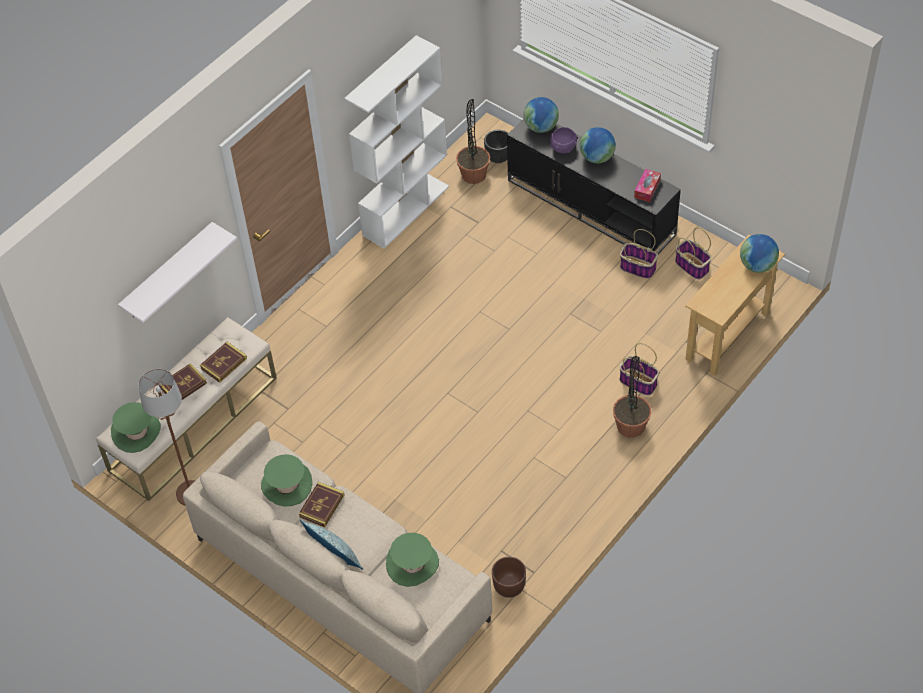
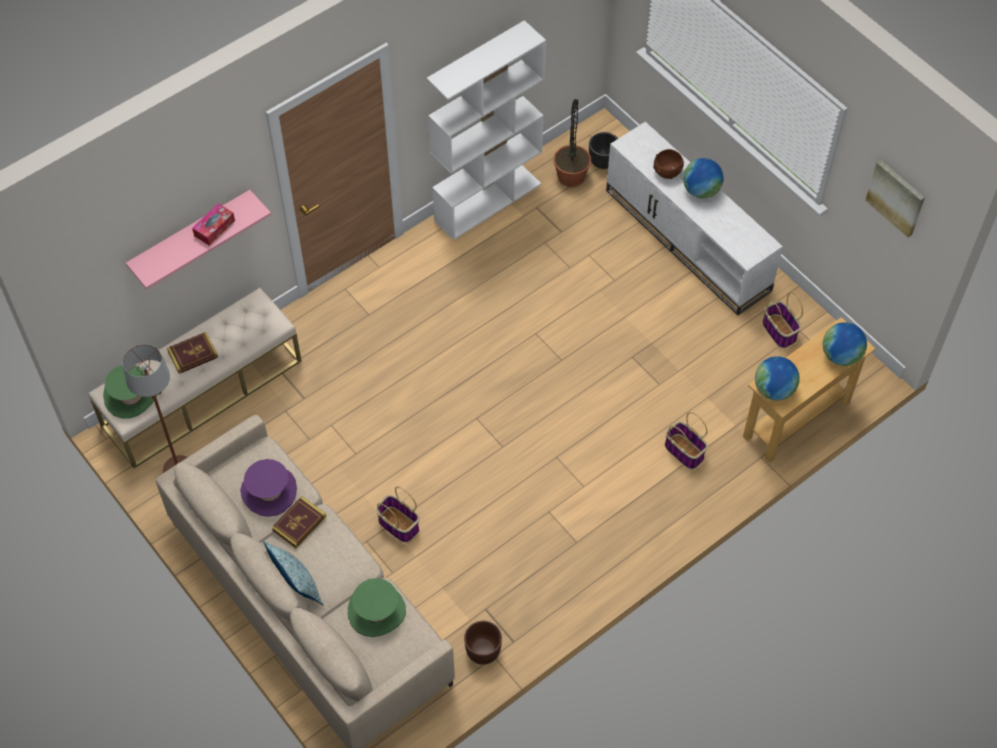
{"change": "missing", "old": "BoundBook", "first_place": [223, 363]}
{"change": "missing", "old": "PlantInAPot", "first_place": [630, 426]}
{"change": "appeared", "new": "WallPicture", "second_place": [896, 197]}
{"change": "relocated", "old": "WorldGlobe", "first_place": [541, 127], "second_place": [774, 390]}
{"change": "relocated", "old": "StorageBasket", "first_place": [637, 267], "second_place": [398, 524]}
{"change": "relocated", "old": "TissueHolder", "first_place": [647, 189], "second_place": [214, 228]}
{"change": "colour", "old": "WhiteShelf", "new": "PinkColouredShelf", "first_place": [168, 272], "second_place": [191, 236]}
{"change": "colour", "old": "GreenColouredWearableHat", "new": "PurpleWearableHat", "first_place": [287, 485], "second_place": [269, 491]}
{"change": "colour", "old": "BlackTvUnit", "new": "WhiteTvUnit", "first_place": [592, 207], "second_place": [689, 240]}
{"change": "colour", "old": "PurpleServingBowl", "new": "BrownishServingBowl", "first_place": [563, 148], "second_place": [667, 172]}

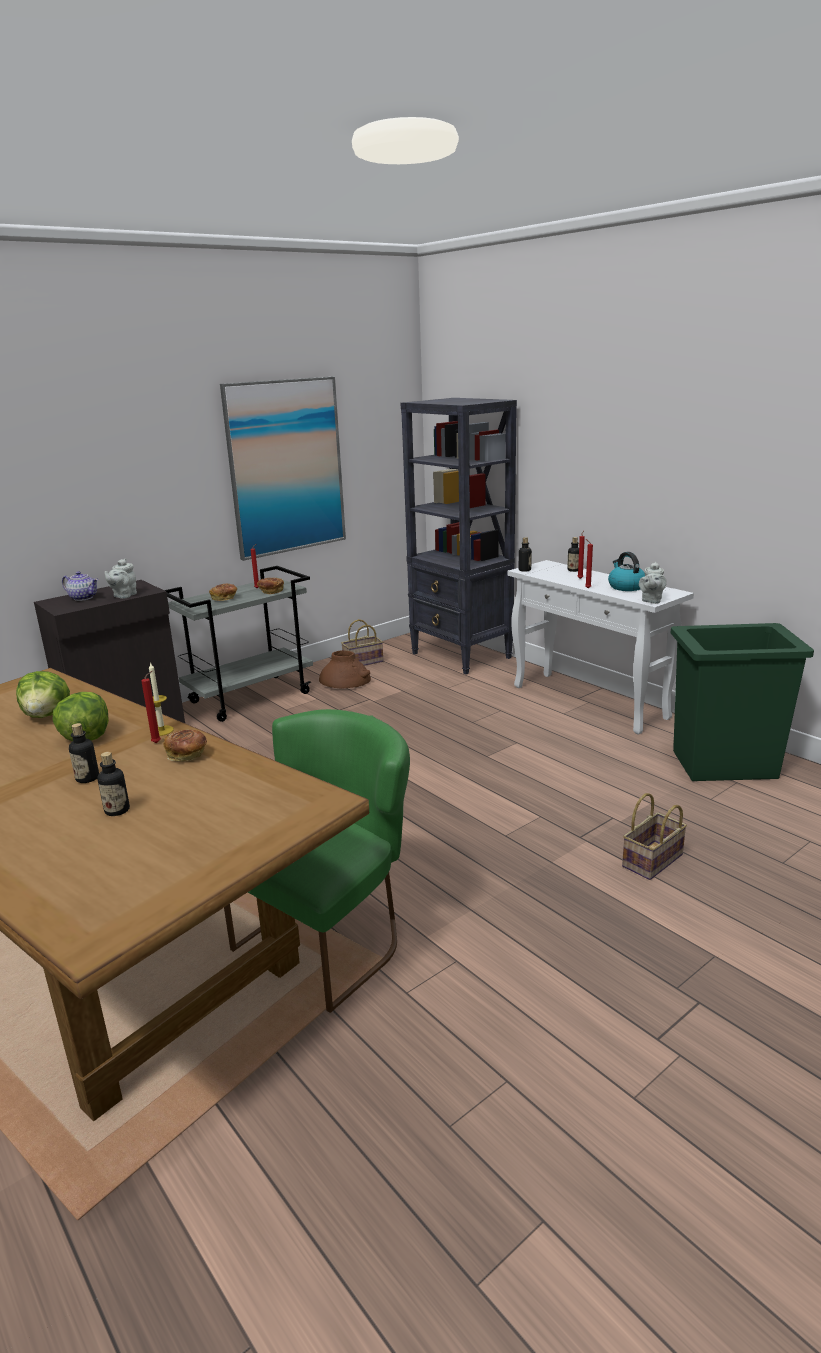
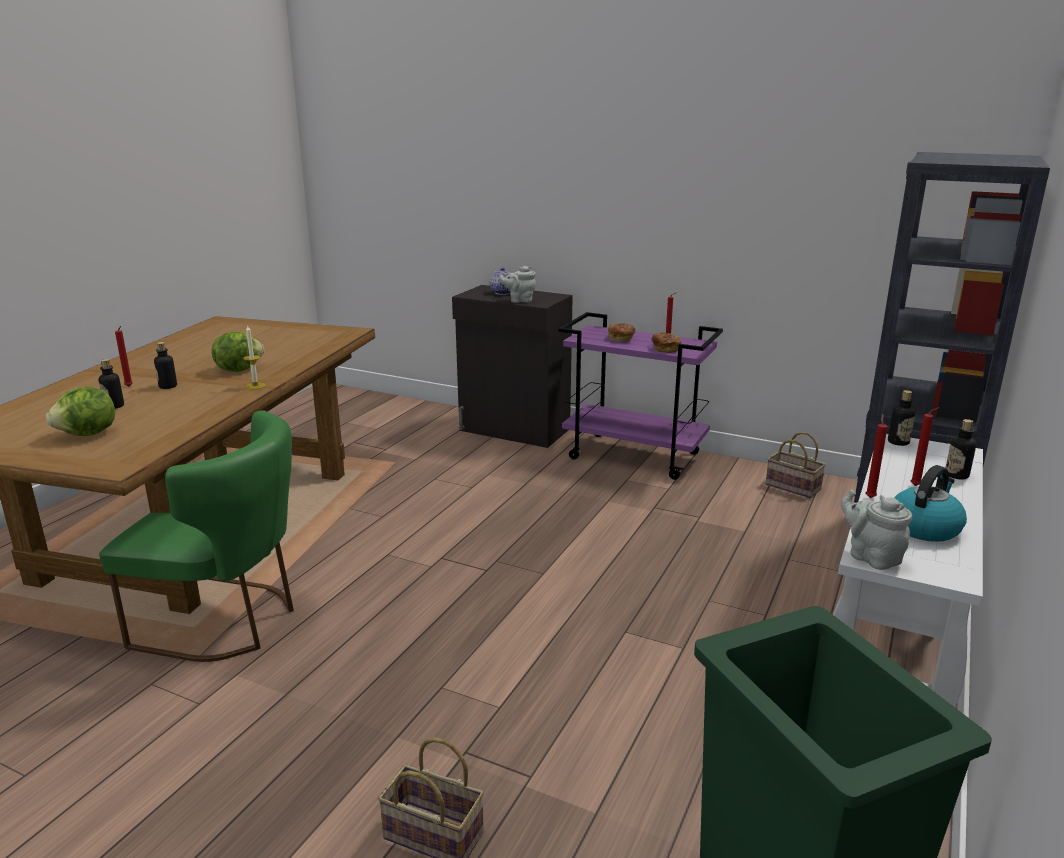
{"change": "missing", "old": "Bread", "first_place": [187, 755]}
{"change": "missing", "old": "WallPicture", "first_place": [286, 467]}
{"change": "missing", "old": "BrownishFlowerVase", "first_place": [345, 680]}
{"change": "relocated", "old": "HeadOfLettuce", "first_place": [47, 715], "second_place": [88, 434]}
{"change": "relocated", "old": "RedColouredCandle", "first_place": [158, 742], "second_place": [129, 386]}
{"change": "colour", "old": "GreyishWheeledCart", "new": "PurpleWheeledCart", "first_place": [251, 697], "second_place": [635, 456]}
{"change": "spun", "old": "GreyishTeapot", "first_place": [651, 600], "second_place": [871, 557], "degrees": 60}

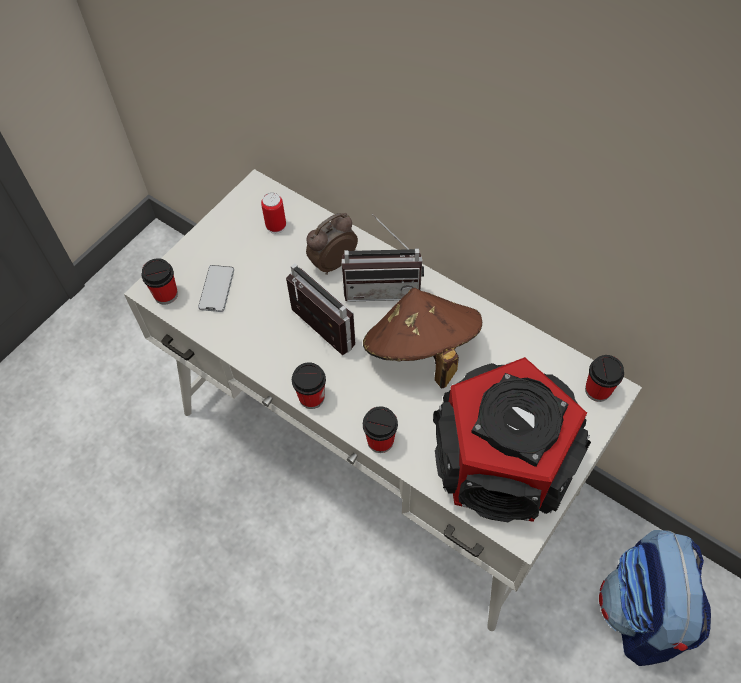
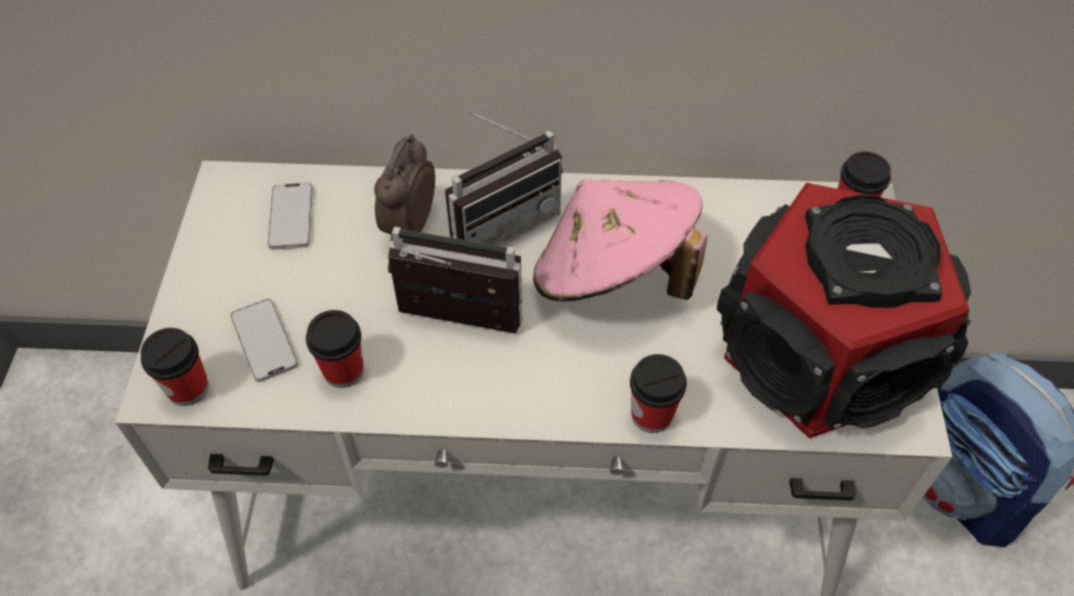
{"change": "relocated", "old": "DrinkingCup", "first_place": [311, 397], "second_place": [343, 370]}
{"change": "exchanged", "old": "SealedCan", "new": "Handset", "first_place": [276, 226], "second_place": [291, 217]}
{"change": "colour", "old": "BrownishWearableHat", "new": "PinkColouredWearableHat", "first_place": [421, 352], "second_place": [612, 276]}

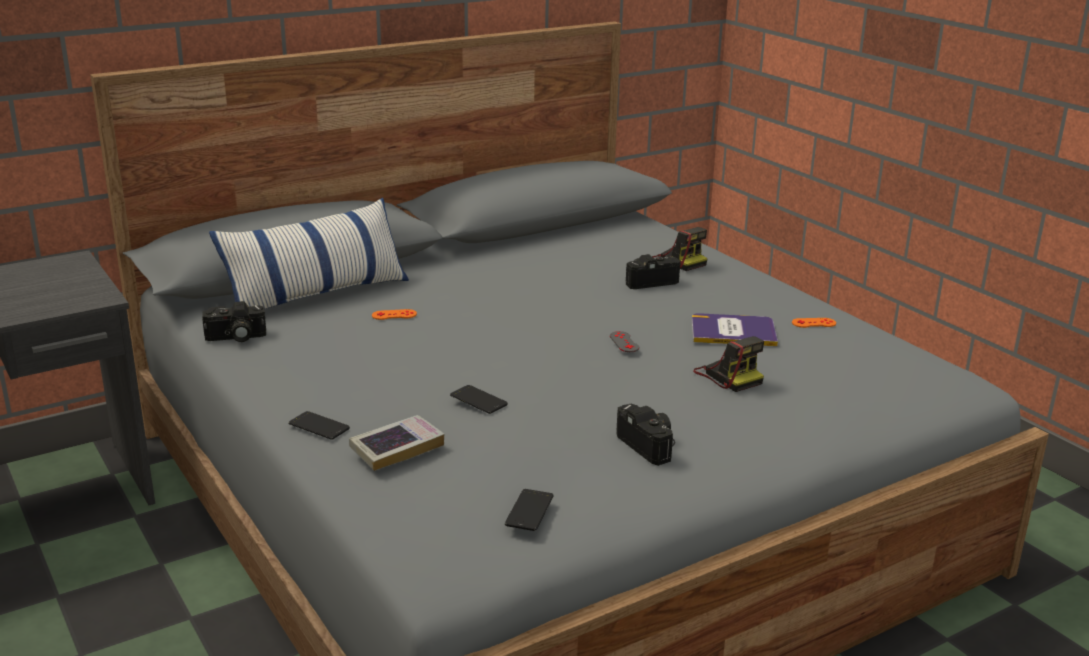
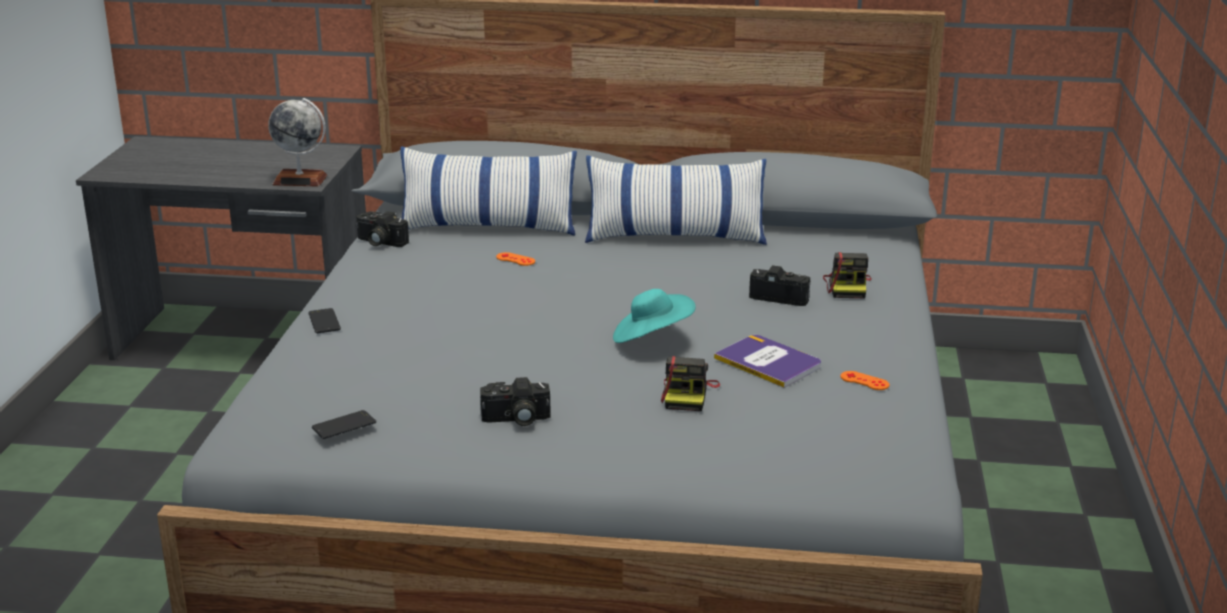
{"change": "missing", "old": "BoundBook", "first_place": [397, 448]}
{"change": "missing", "old": "Handset", "first_place": [478, 400]}
{"change": "appeared", "new": "WorldGlobe", "second_place": [300, 180]}
{"change": "appeared", "new": "ThrowPillow", "second_place": [675, 236]}
{"change": "exchanged", "old": "GreyishJoypad", "new": "TurquoiseWearableHat", "first_place": [624, 342], "second_place": [651, 338]}
{"change": "spun", "old": "StillCamera", "first_place": [650, 445], "second_place": [516, 419], "degrees": 75}

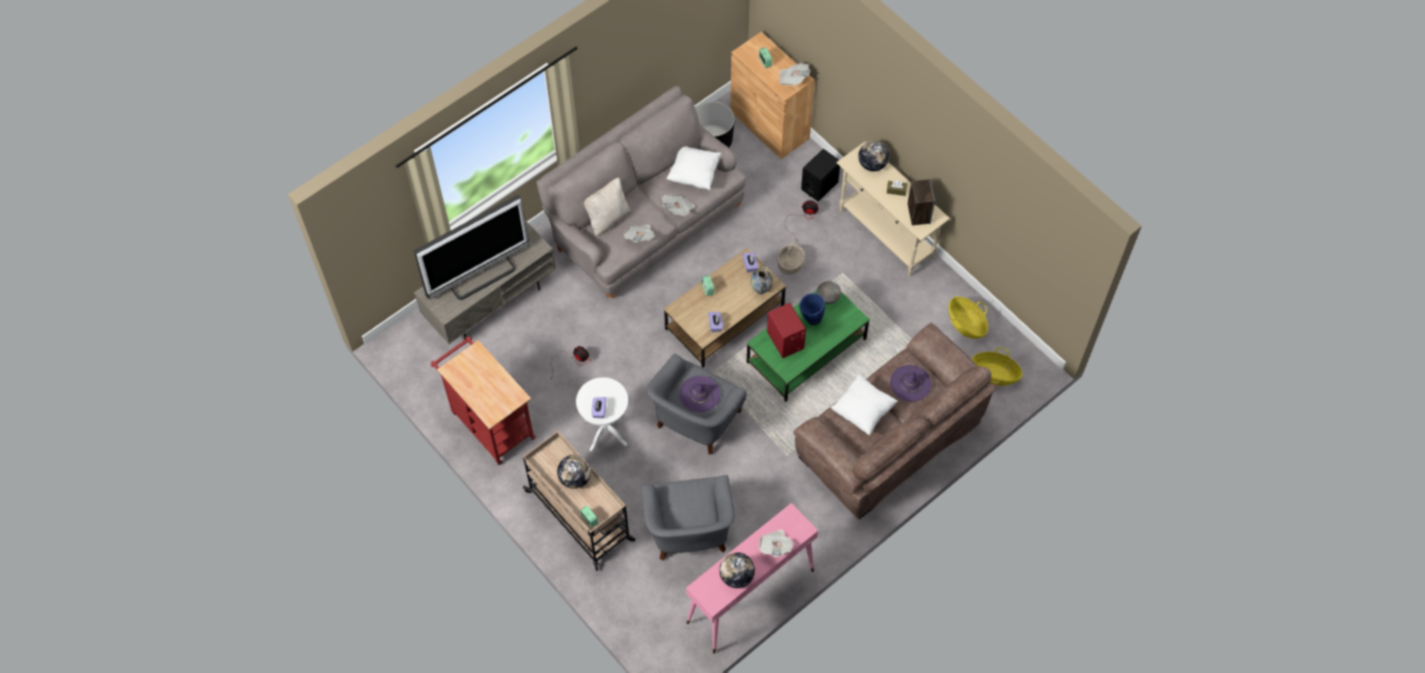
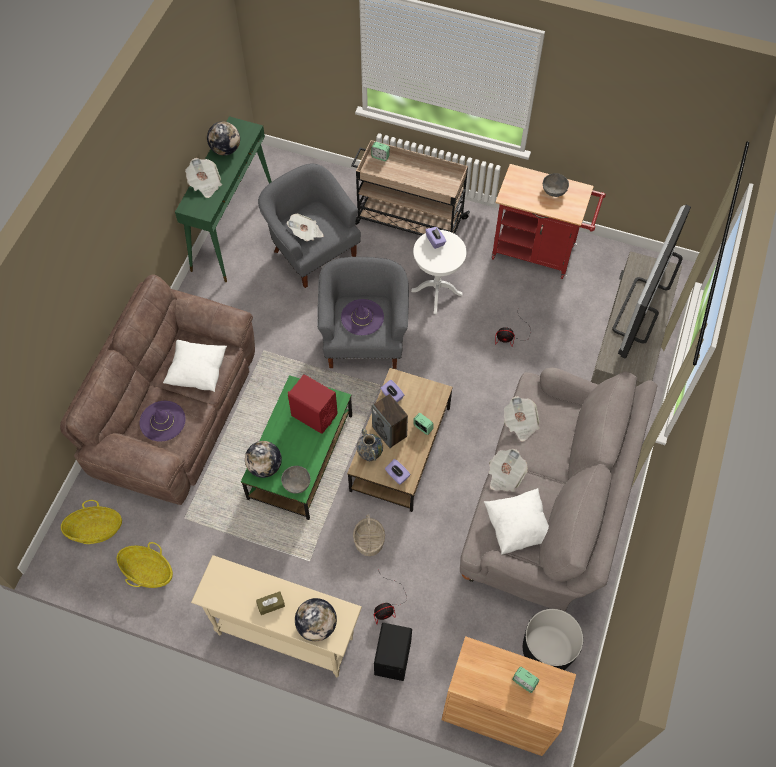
{"change": "missing", "old": "BeigeThrowPillow", "first_place": [608, 218]}
{"change": "missing", "old": "BlueColouredFlowerVase", "first_place": [810, 319]}
{"change": "appeared", "new": "GreyishServingBowl", "second_place": [554, 190]}
{"change": "relocated", "old": "WorldGlobe", "first_place": [575, 478], "second_place": [265, 466]}
{"change": "relocated", "old": "Newspaper", "first_place": [793, 79], "second_place": [306, 233]}
{"change": "relocated", "old": "Speaker", "first_place": [918, 213], "second_place": [390, 432]}
{"change": "colour", "old": "PinkColouredConsoleTable", "new": "GreenColouredConsoleTable", "first_place": [750, 597], "second_place": [233, 229]}

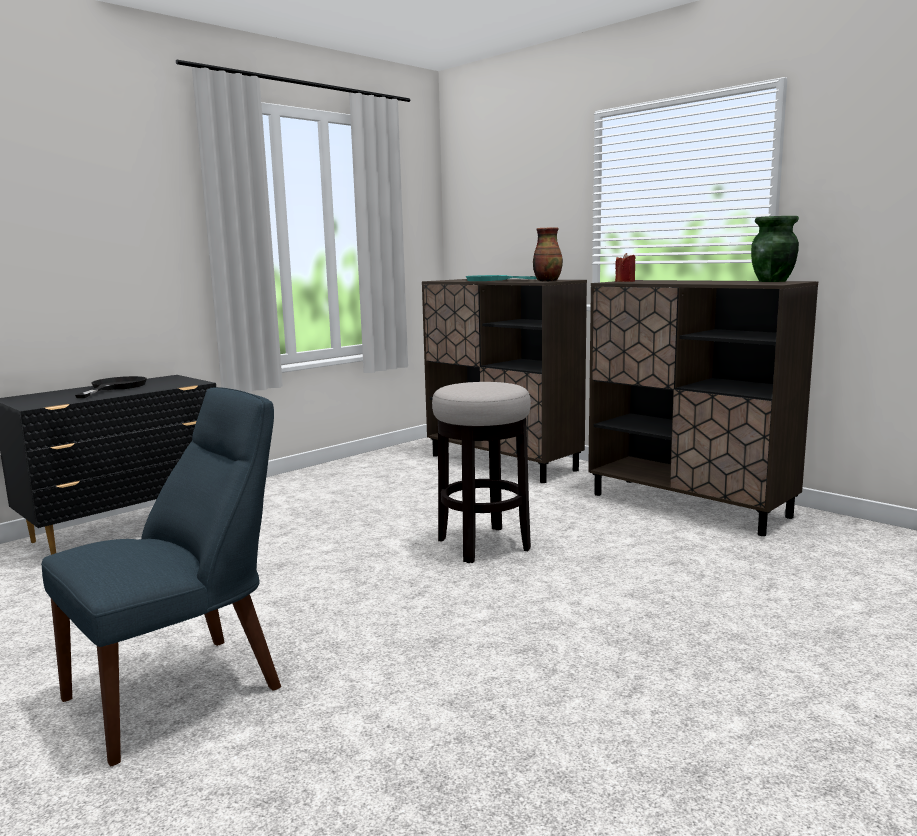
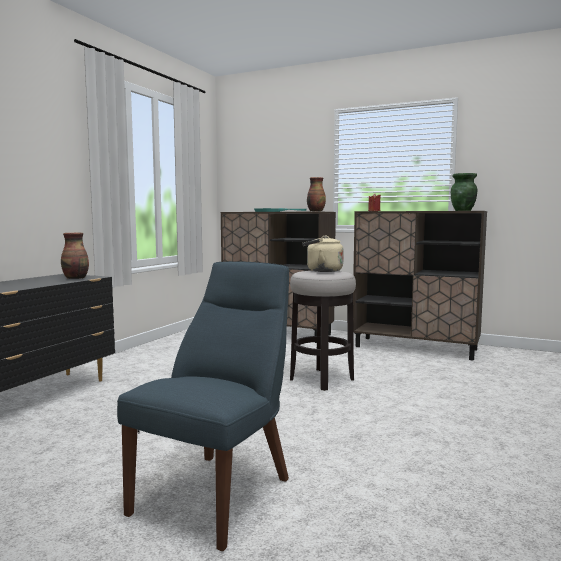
{"change": "missing", "old": "BlackFryingPan", "first_place": [114, 387]}
{"change": "appeared", "new": "FlowerVase", "second_place": [76, 278]}
{"change": "appeared", "new": "BeigeTeaKettle", "second_place": [322, 271]}

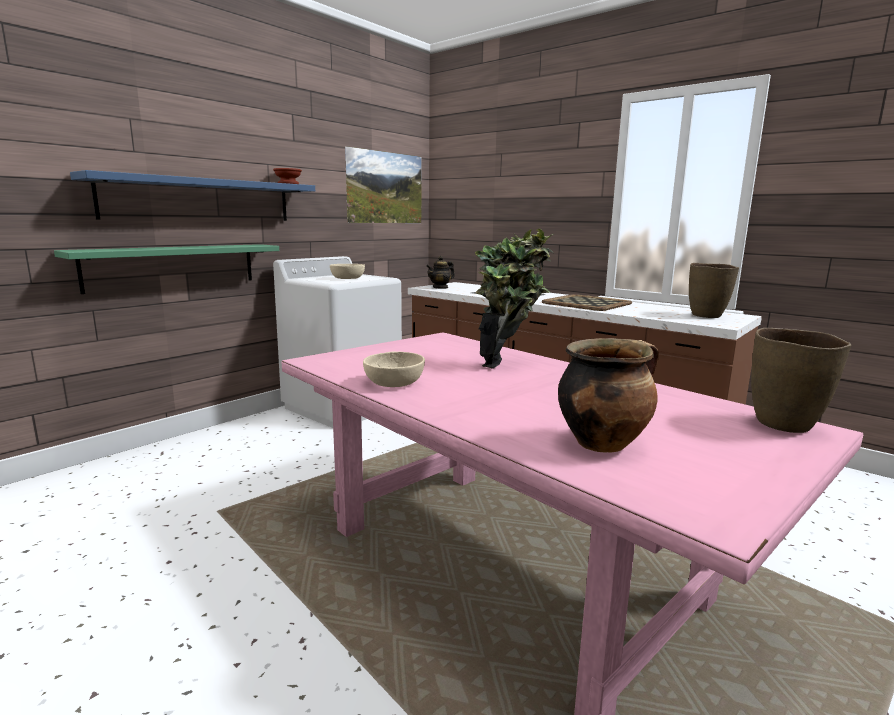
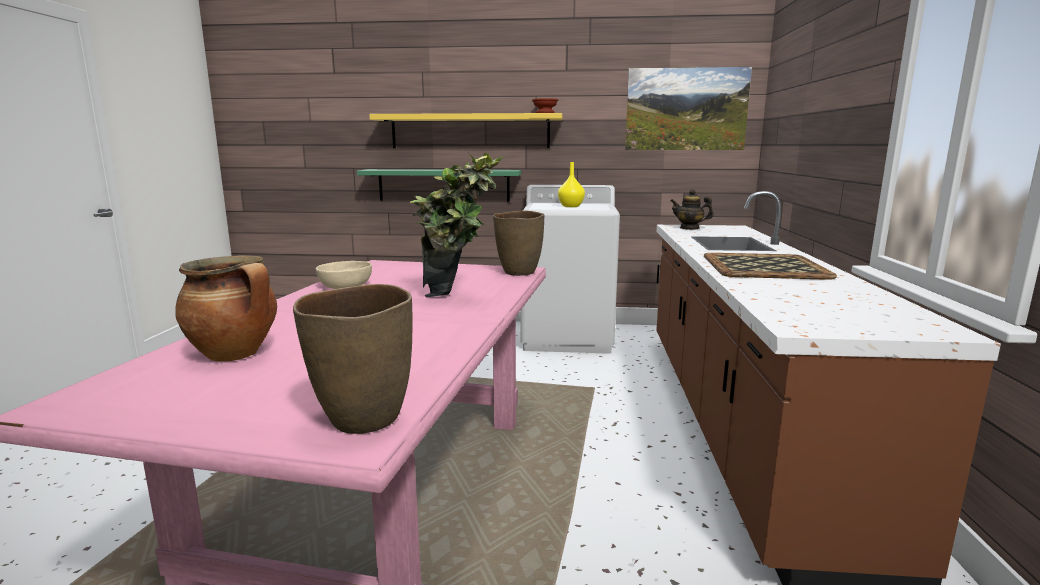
{"change": "relocated", "old": "BrownishFlowerVase", "first_place": [707, 316], "second_place": [519, 272]}
{"change": "exchanged", "old": "BeigeServingBowl", "new": "YellowishFlowerVase", "first_place": [347, 278], "second_place": [570, 206]}
{"change": "colour", "old": "BlueColouredShelf", "new": "YellowishShelf", "first_place": [201, 200], "second_place": [470, 131]}

